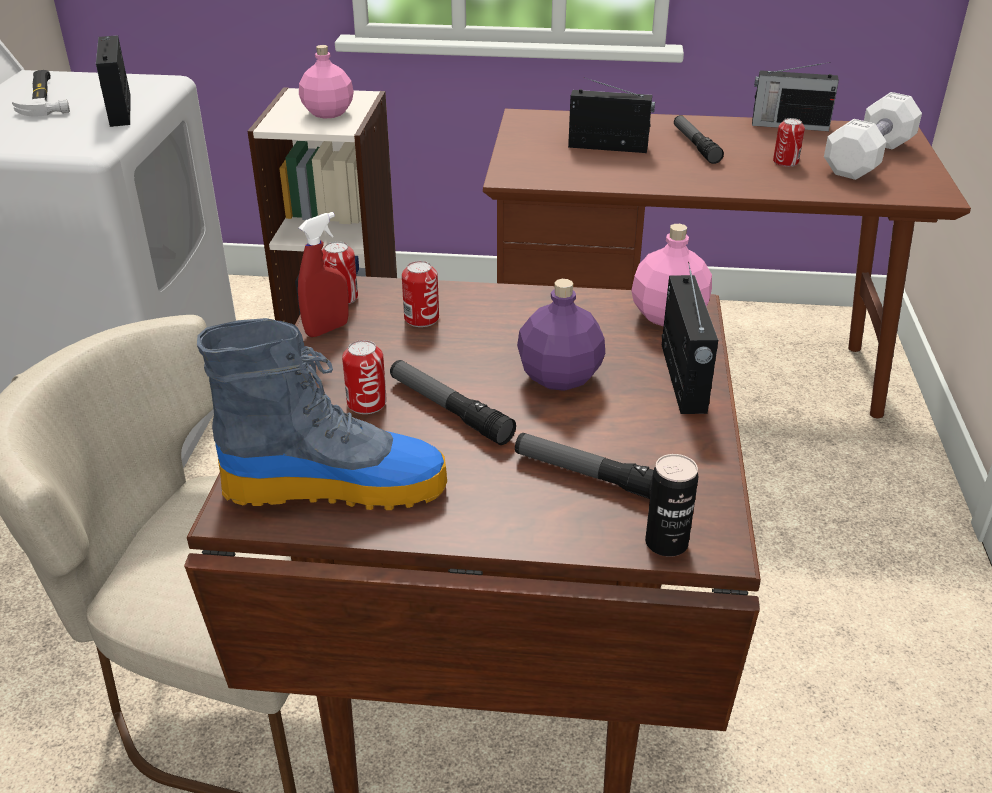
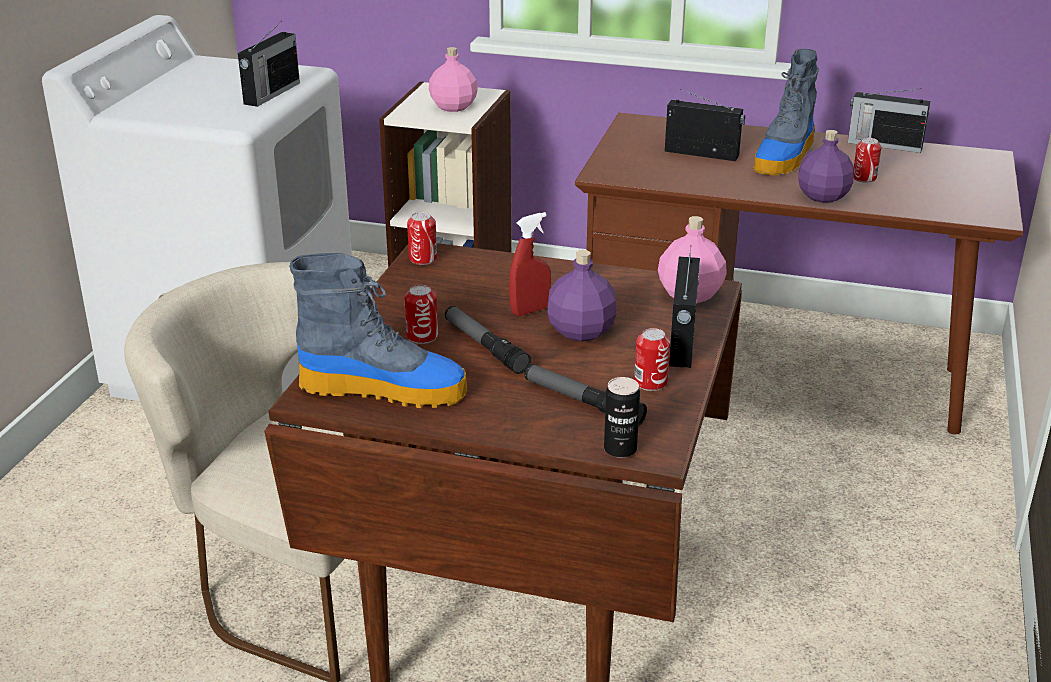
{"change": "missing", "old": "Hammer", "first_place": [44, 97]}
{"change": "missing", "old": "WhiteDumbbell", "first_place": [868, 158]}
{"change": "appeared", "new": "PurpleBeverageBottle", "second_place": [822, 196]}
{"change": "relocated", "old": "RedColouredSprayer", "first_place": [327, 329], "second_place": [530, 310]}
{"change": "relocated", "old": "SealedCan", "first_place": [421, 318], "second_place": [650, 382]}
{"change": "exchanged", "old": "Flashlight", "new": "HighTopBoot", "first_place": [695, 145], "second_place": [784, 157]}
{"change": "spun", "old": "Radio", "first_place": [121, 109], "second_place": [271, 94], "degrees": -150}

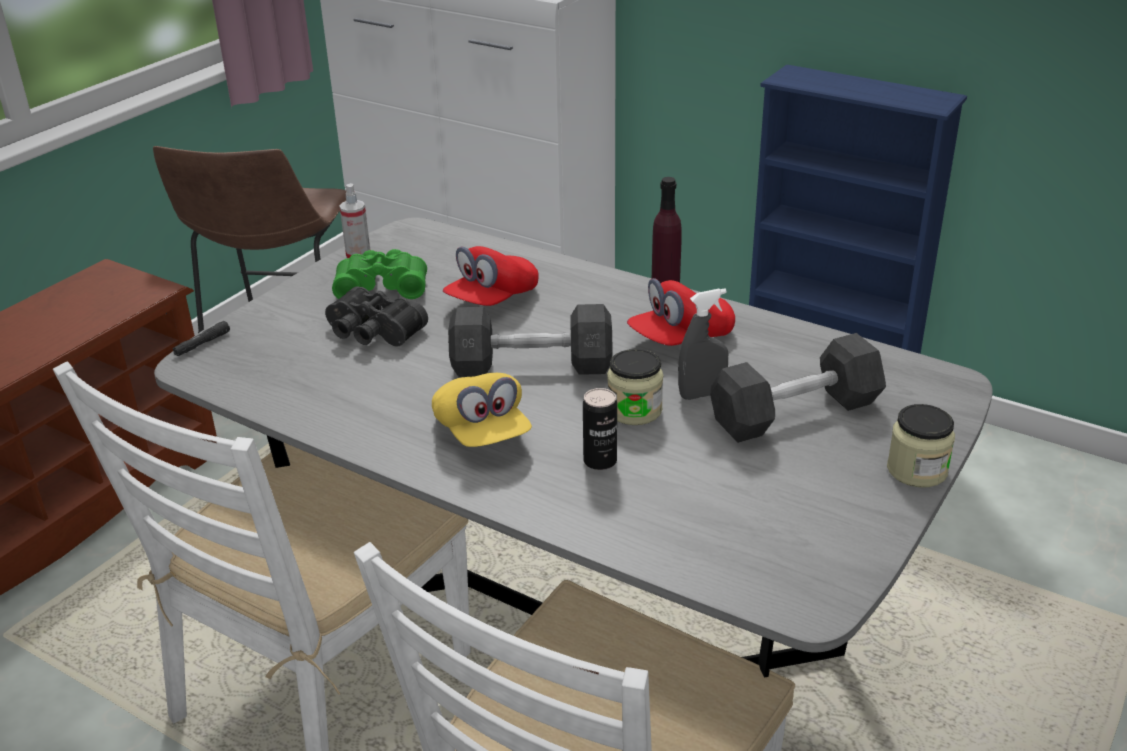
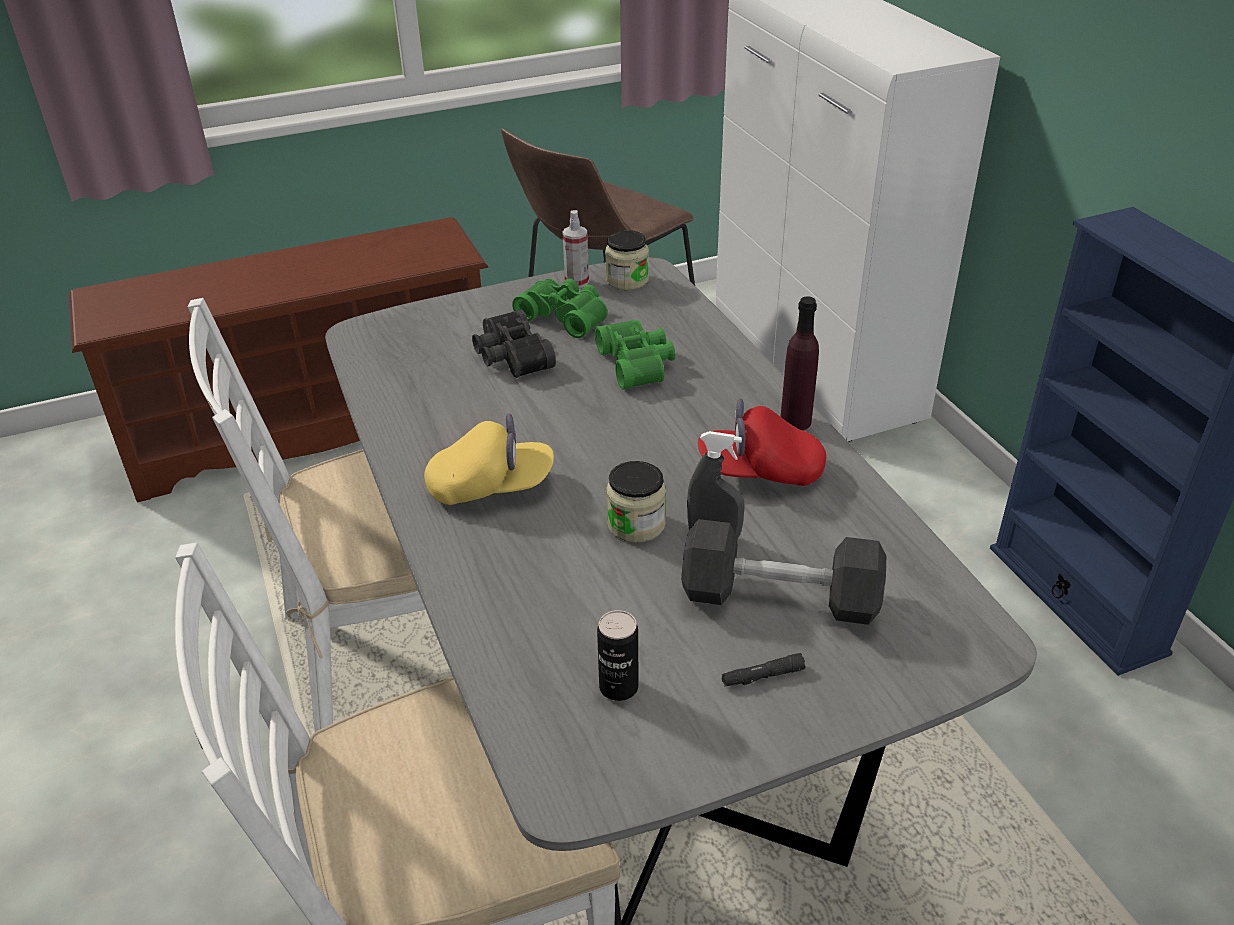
{"change": "missing", "old": "GreyishDumbbell", "first_place": [532, 366]}
{"change": "relocated", "old": "BlackFlashlight", "first_place": [202, 344], "second_place": [762, 676]}
{"change": "relocated", "old": "SealedCan", "first_place": [600, 461], "second_place": [618, 687]}
{"change": "relocated", "old": "PreserveJar", "first_place": [917, 470], "second_place": [627, 280]}
{"change": "exchanged", "old": "RedColouredBaseballCap", "new": "GreenColouredFieldGlasses", "first_place": [492, 300], "second_place": [638, 364]}
{"change": "spun", "old": "YellowishBaseballCap", "first_place": [482, 432], "second_place": [491, 486], "degrees": -105}

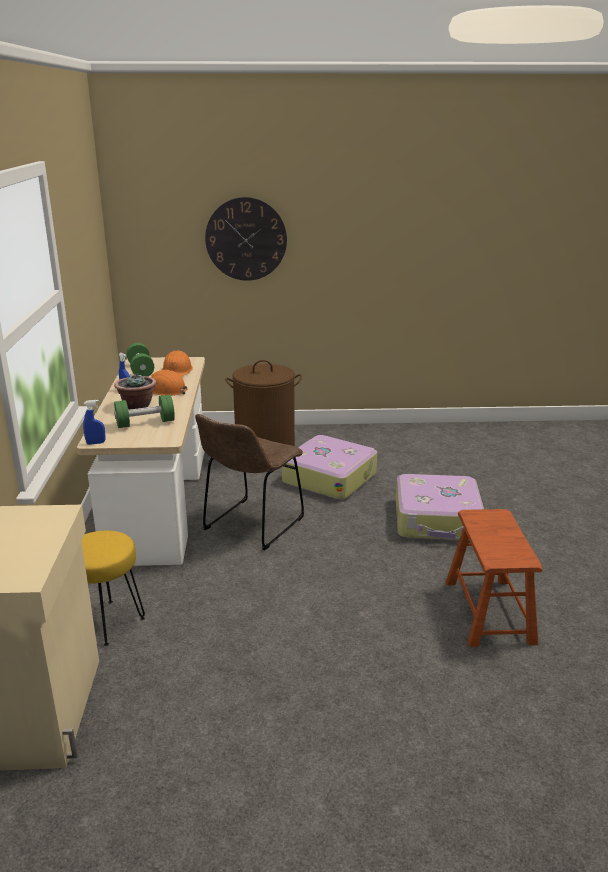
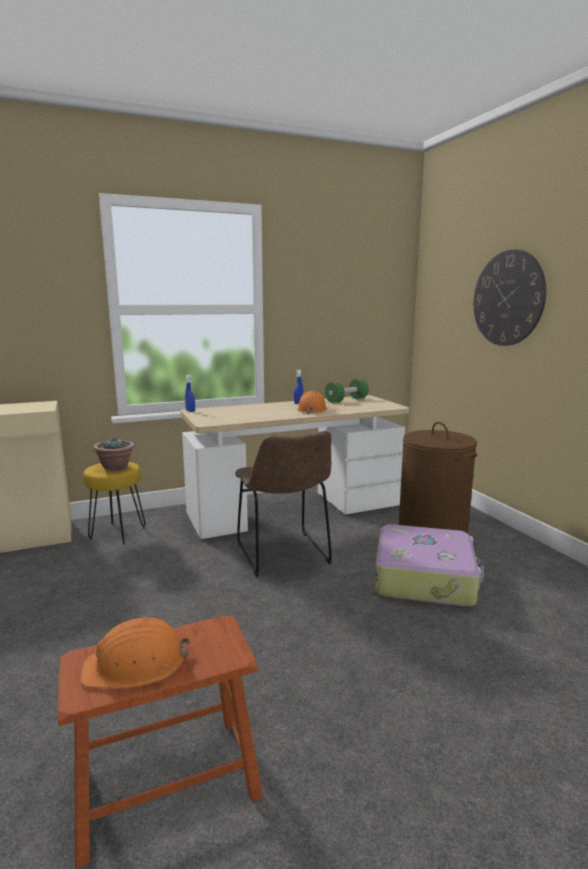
{"change": "missing", "old": "GreenColouredDumbbell", "first_place": [145, 423]}
{"change": "missing", "old": "TravelCase", "first_place": [437, 520]}
{"change": "relocated", "old": "PlantInAPot", "first_place": [137, 406], "second_place": [116, 468]}
{"change": "relocated", "old": "OrangeSafetyHelmet", "first_place": [177, 370], "second_place": [136, 665]}
{"change": "spun", "old": "BrownishChair", "first_place": [251, 526], "second_place": [284, 555], "degrees": -120}

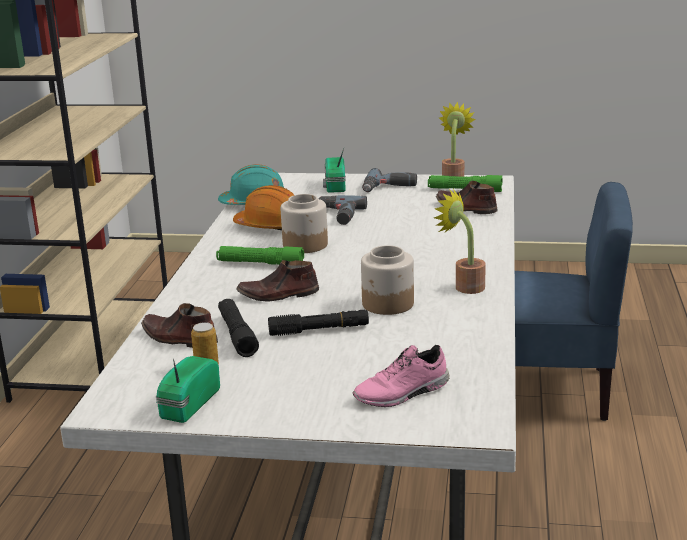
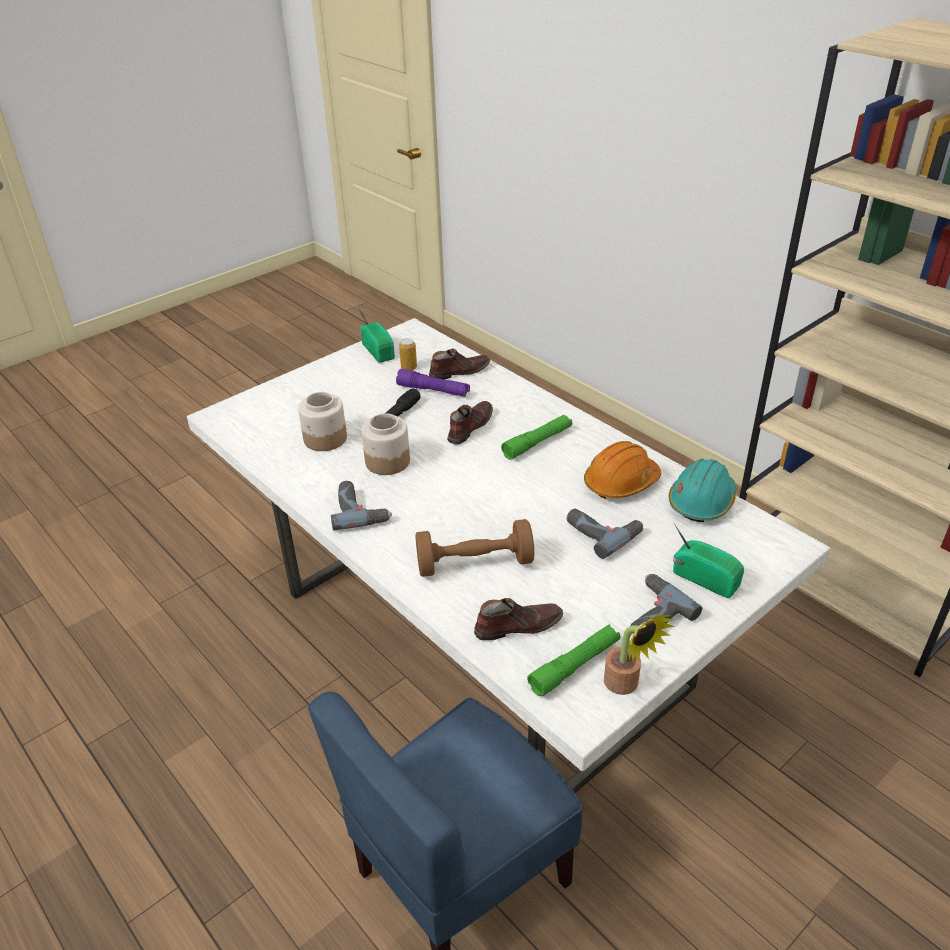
{"change": "missing", "old": "PinkColouredLowShoe", "first_place": [402, 394]}
{"change": "appeared", "new": "BrownishDumbbell", "second_place": [474, 563]}
{"change": "relocated", "old": "PreserveJar", "first_place": [305, 245], "second_place": [325, 439]}
{"change": "exchanged", "old": "PlantInAPot", "new": "Drill", "first_place": [464, 286], "second_place": [360, 510]}
{"change": "colour", "old": "BlackFlashlight", "new": "PurpleFlashlight", "first_place": [237, 335], "second_place": [433, 390]}

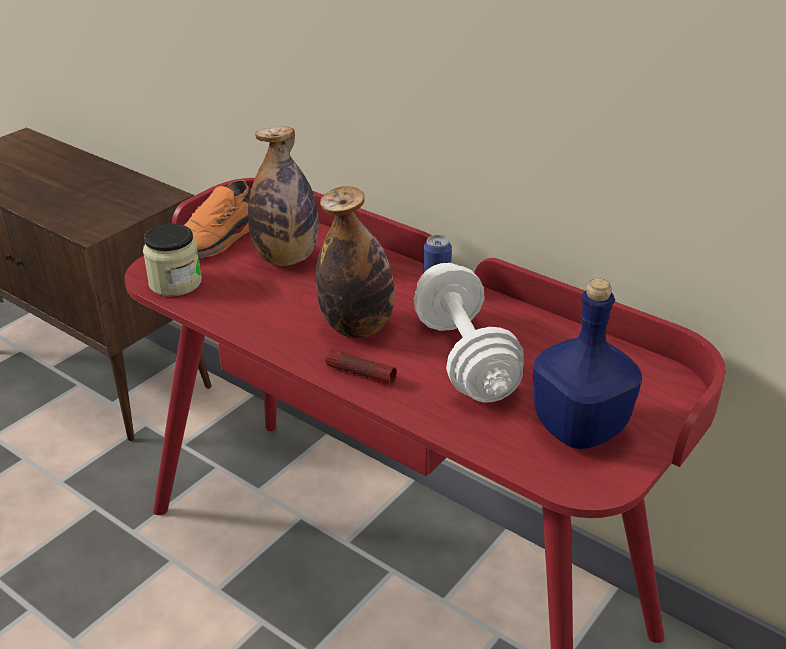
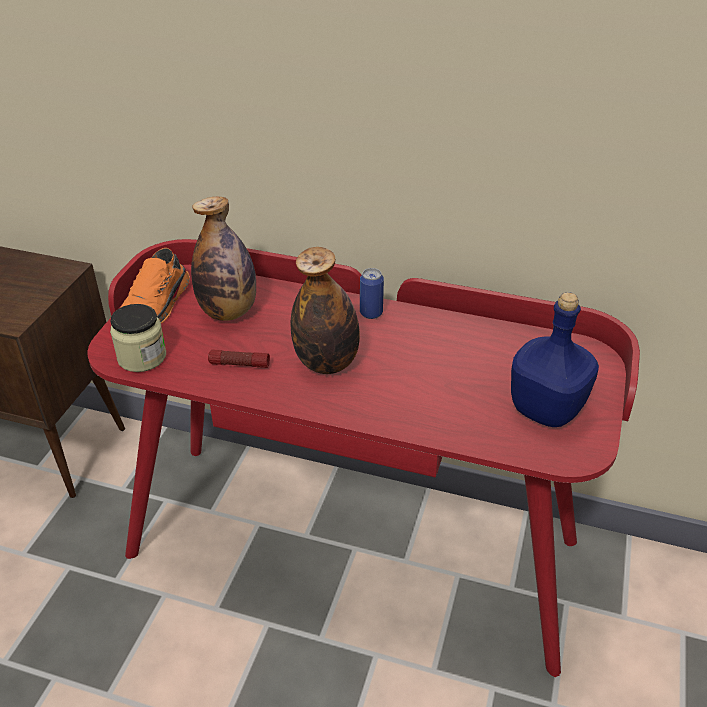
{"change": "missing", "old": "WhiteDumbbell", "first_place": [464, 358]}
{"change": "relocated", "old": "Flashlight", "first_place": [360, 374], "second_place": [239, 364]}

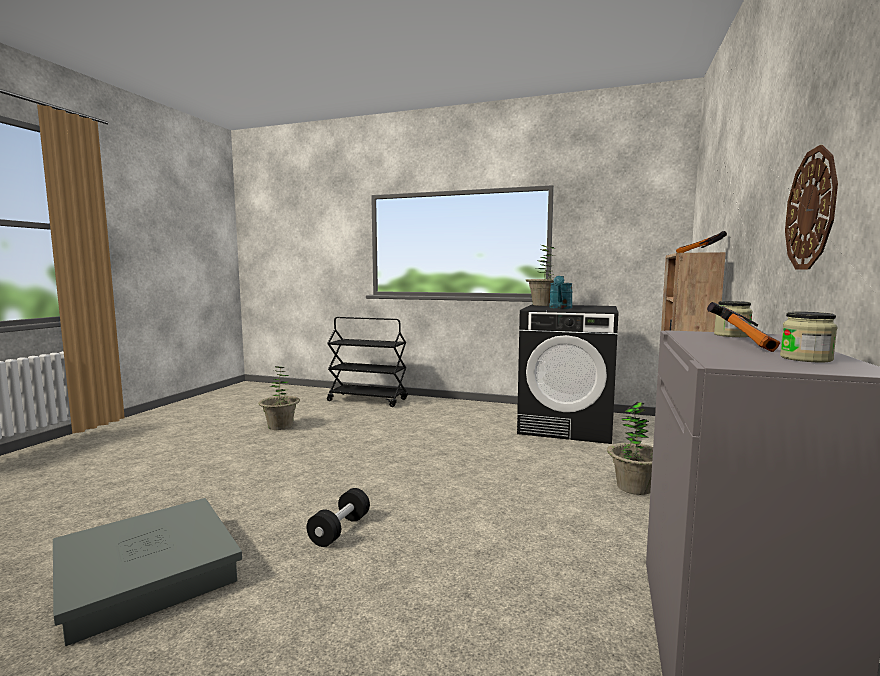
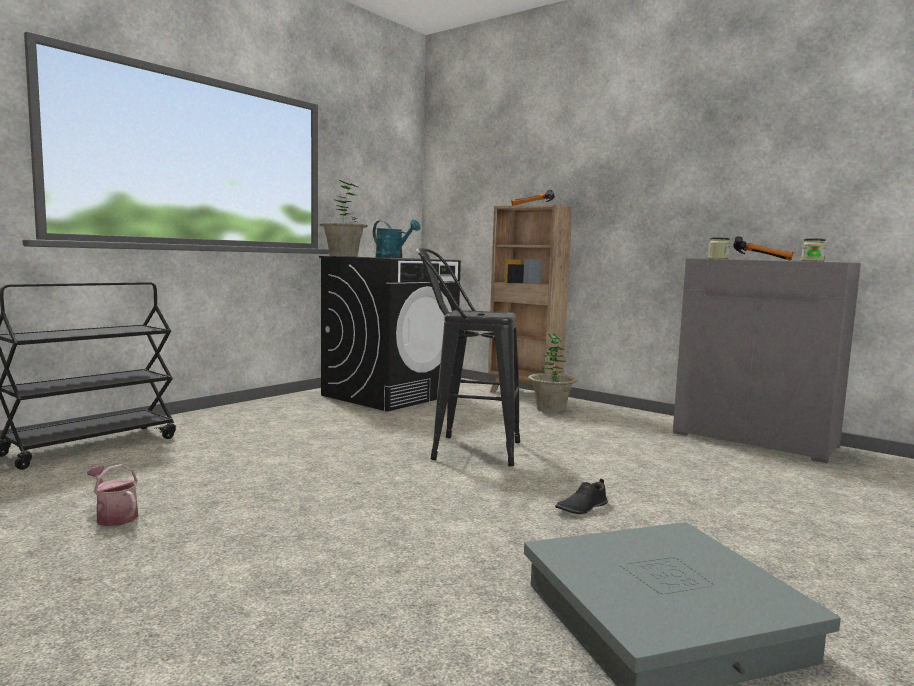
{"change": "missing", "old": "WallClock", "first_place": [811, 209]}
{"change": "appeared", "new": "BlackStool", "second_place": [465, 450]}
{"change": "exchanged", "old": "PlantInAPot", "new": "WateringPot", "first_place": [280, 426], "second_place": [114, 516]}
{"change": "exchanged", "old": "BlackDumbbell", "new": "BlackLowShoe", "first_place": [340, 530], "second_place": [581, 508]}

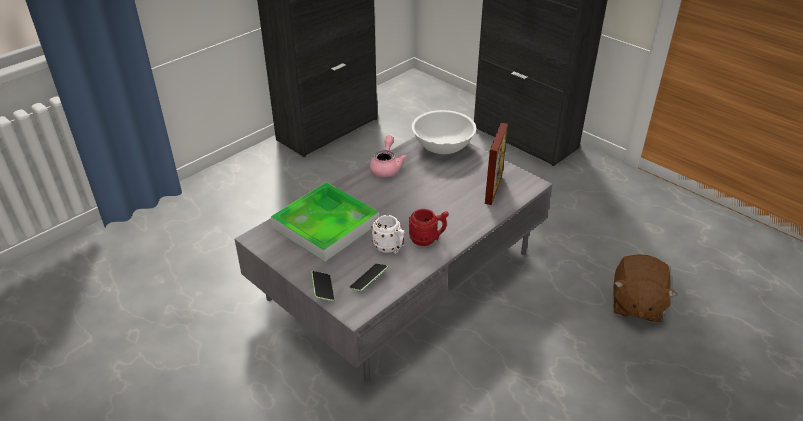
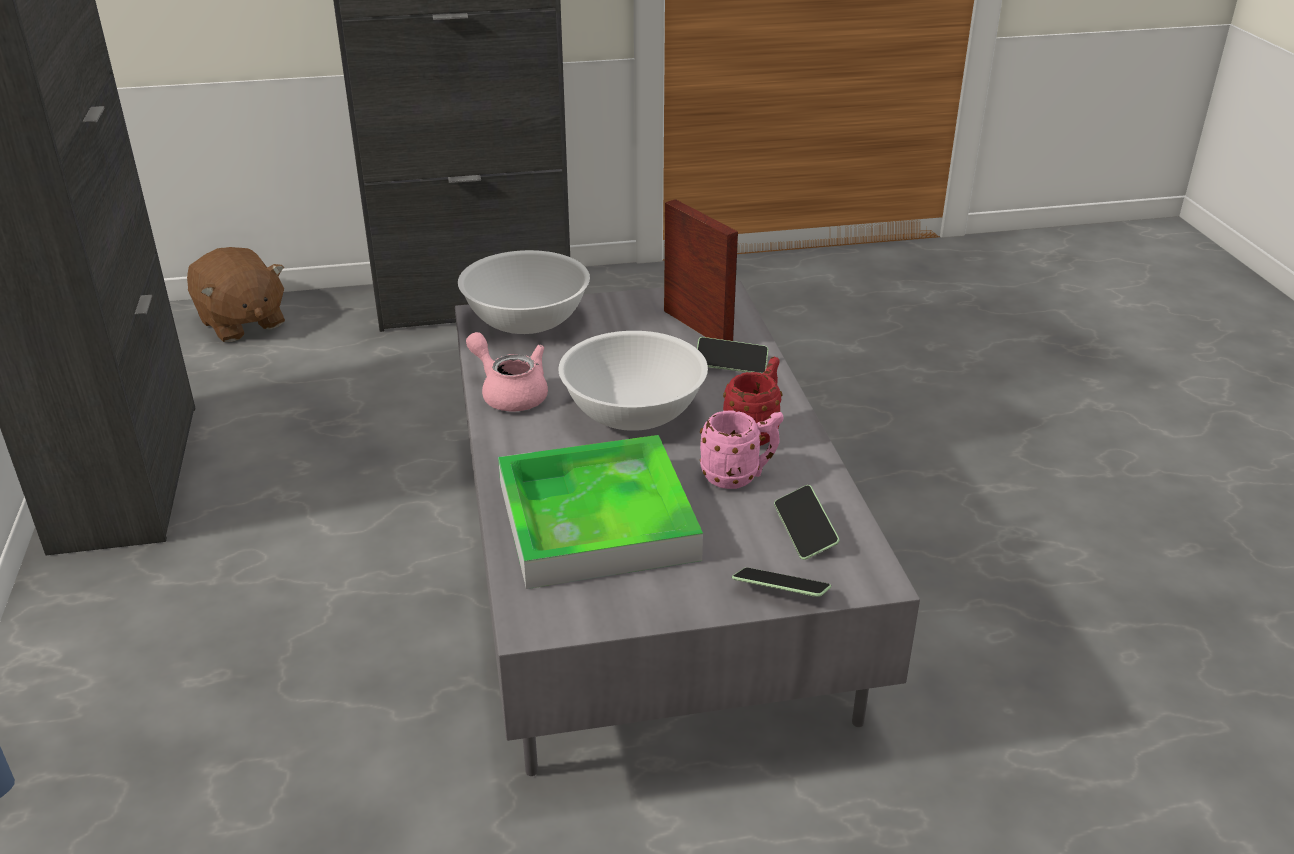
{"change": "appeared", "new": "WhiteServingBowl", "second_place": [632, 412]}
{"change": "appeared", "new": "Handset", "second_place": [731, 365]}
{"change": "relocated", "old": "BrownishPlushToy", "first_place": [635, 304], "second_place": [241, 323]}
{"change": "colour", "old": "WhiteMug", "new": "PinkColouredMug", "first_place": [390, 248], "second_place": [739, 476]}

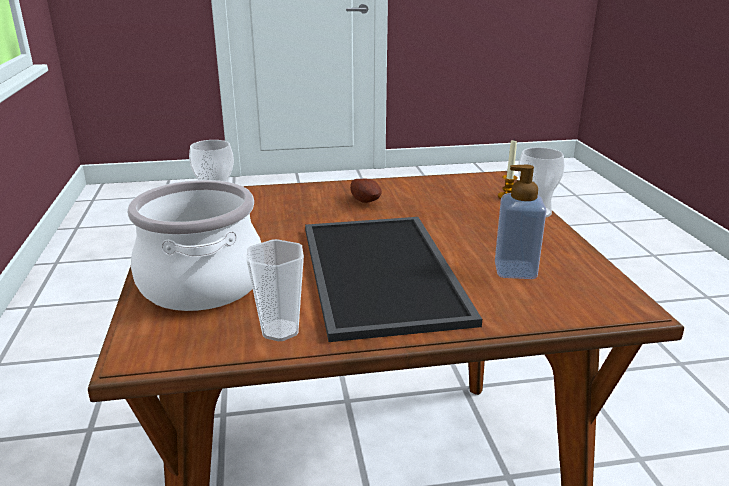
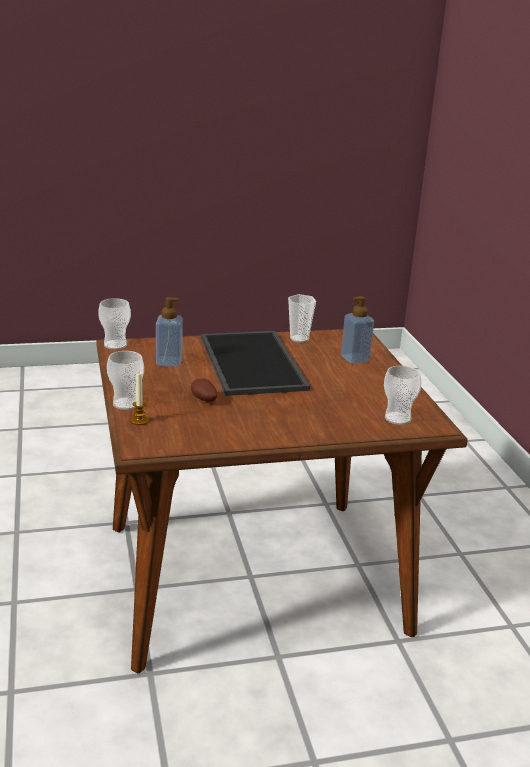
{"change": "appeared", "new": "DrinkingCup", "second_place": [115, 345]}
{"change": "relocated", "old": "Potato", "first_place": [366, 201], "second_place": [203, 400]}
{"change": "exchanged", "old": "Saucepot", "new": "SoapBottle", "first_place": [200, 284], "second_place": [355, 359]}

